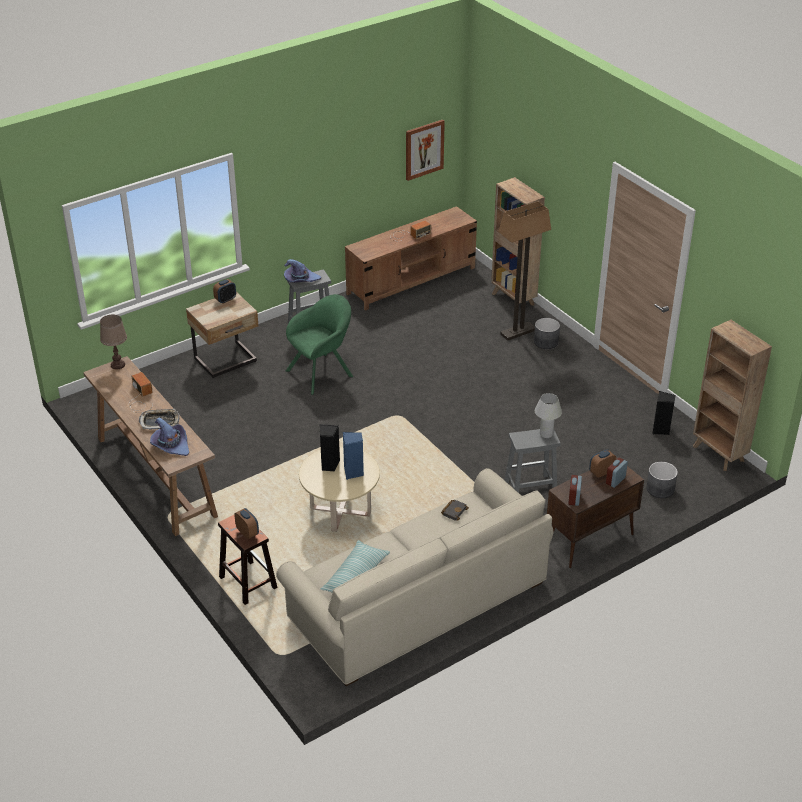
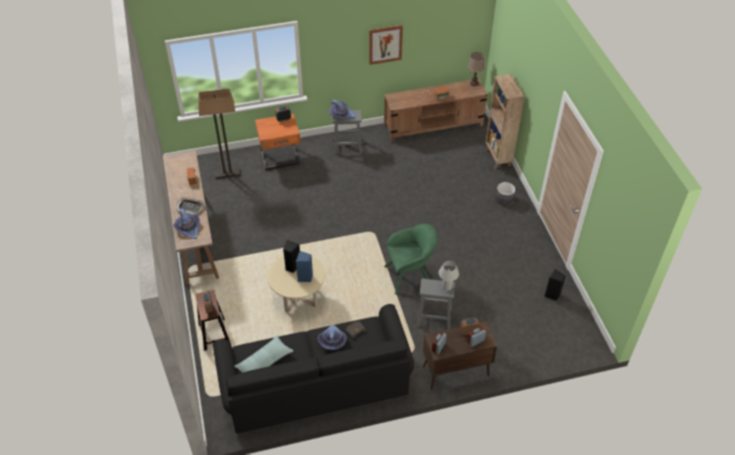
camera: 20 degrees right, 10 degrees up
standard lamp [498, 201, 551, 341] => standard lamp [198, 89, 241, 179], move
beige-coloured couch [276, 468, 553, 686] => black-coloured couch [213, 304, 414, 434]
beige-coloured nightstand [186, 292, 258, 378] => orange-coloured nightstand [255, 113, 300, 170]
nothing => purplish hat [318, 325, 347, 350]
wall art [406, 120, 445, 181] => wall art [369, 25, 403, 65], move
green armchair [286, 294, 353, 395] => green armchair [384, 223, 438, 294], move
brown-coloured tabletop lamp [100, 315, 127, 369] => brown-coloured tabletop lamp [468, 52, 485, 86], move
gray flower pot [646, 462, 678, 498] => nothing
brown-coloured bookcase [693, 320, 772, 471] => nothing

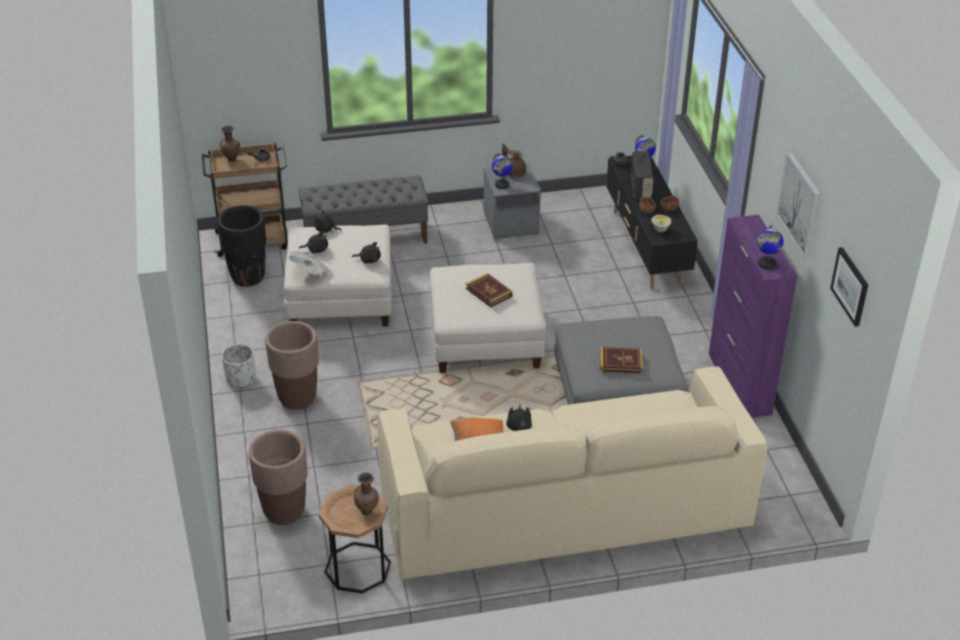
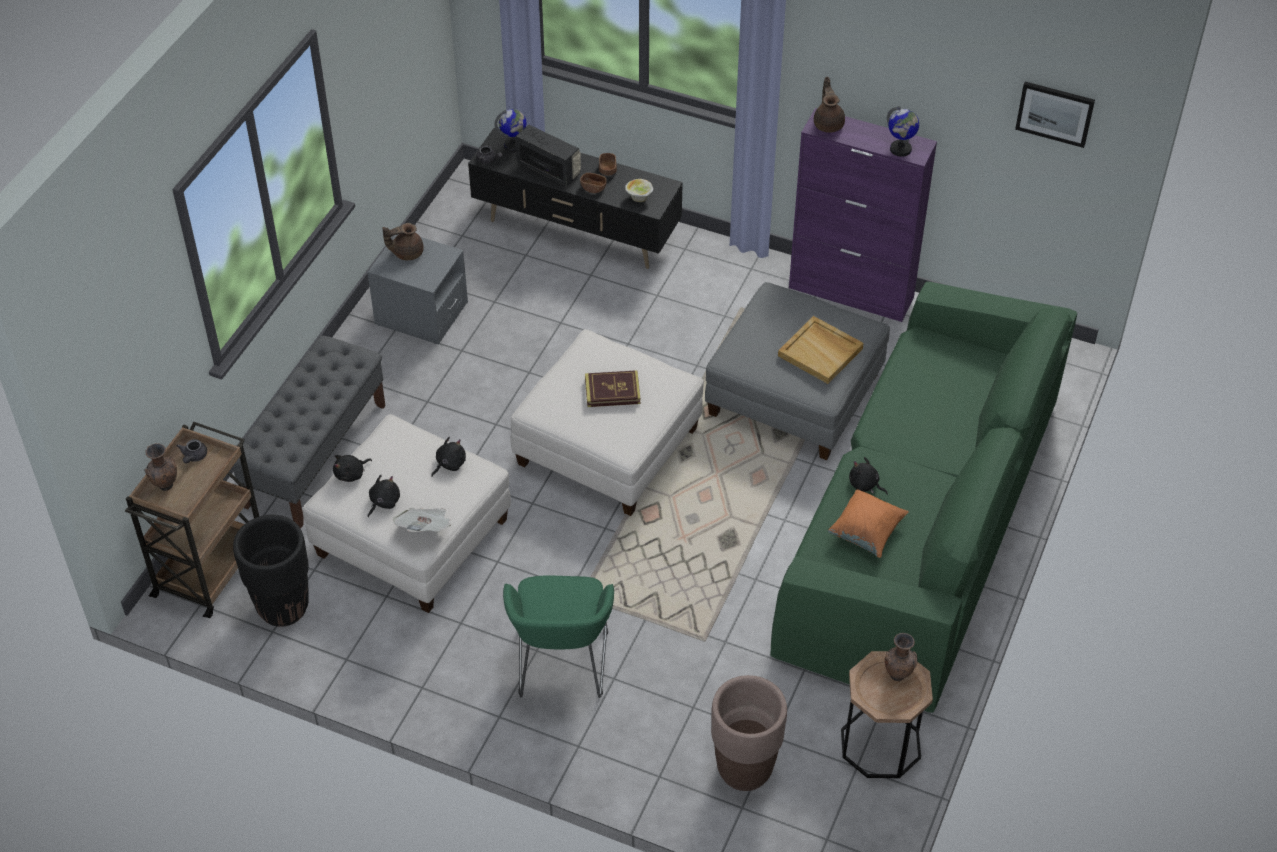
camera: 55 degrees left, 10 degrees up
brown-coloured flower pot [265, 321, 319, 410] => green armchair [503, 576, 614, 698]
beige-coloured couch [377, 366, 767, 579] => green couch [770, 282, 1077, 713]
book [600, 347, 643, 374] => beige-coloured serving tray [778, 316, 864, 384]
nothing => brown-coloured pot for tea [814, 77, 845, 133]
white flower pot [221, 344, 255, 388] => nothing
globe [492, 153, 513, 189] => nothing
wall art [776, 153, 820, 258] => nothing

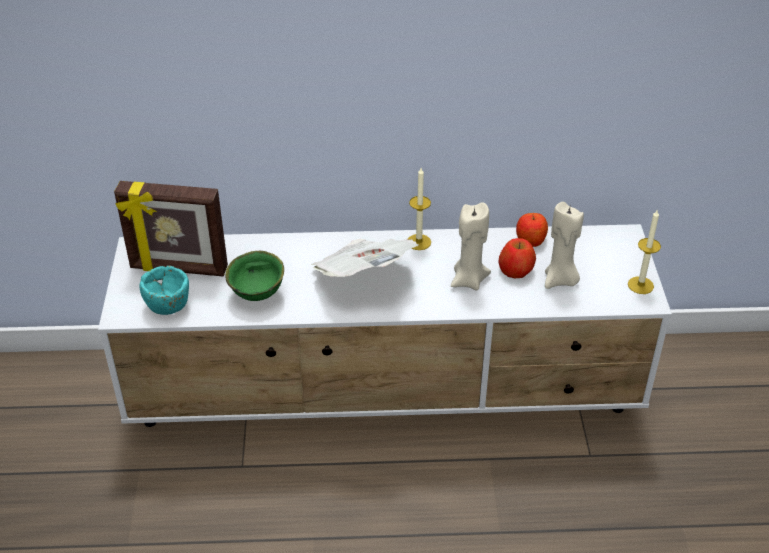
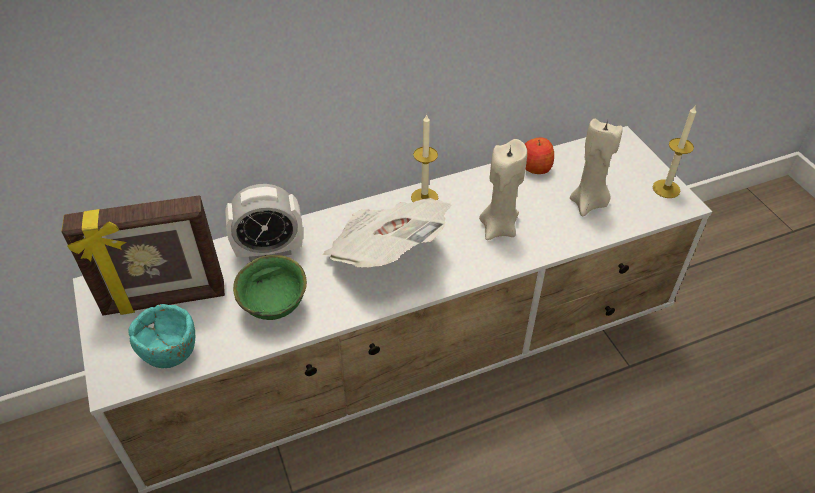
camera: 20 degrees left, 5 degrees up
nothing => alarm clock [225, 184, 303, 261]
apple fruit [499, 238, 536, 278] => nothing

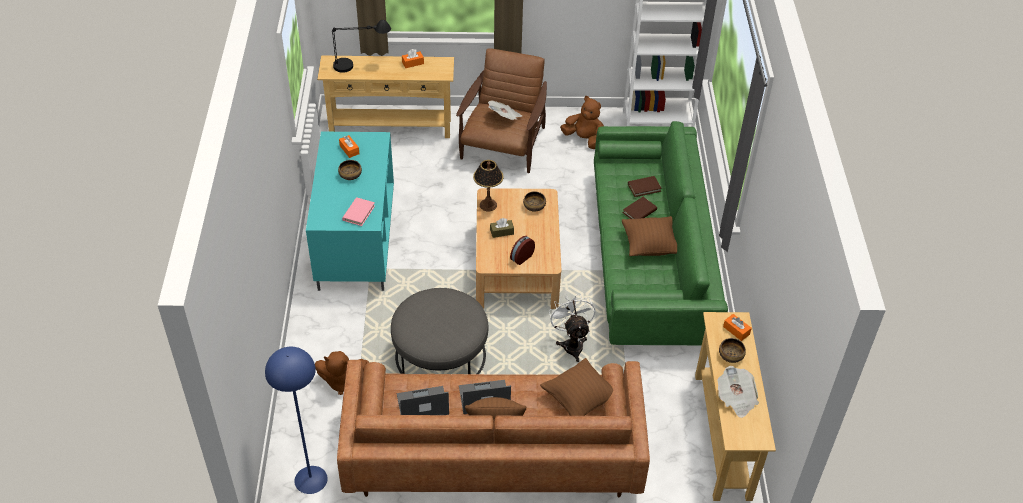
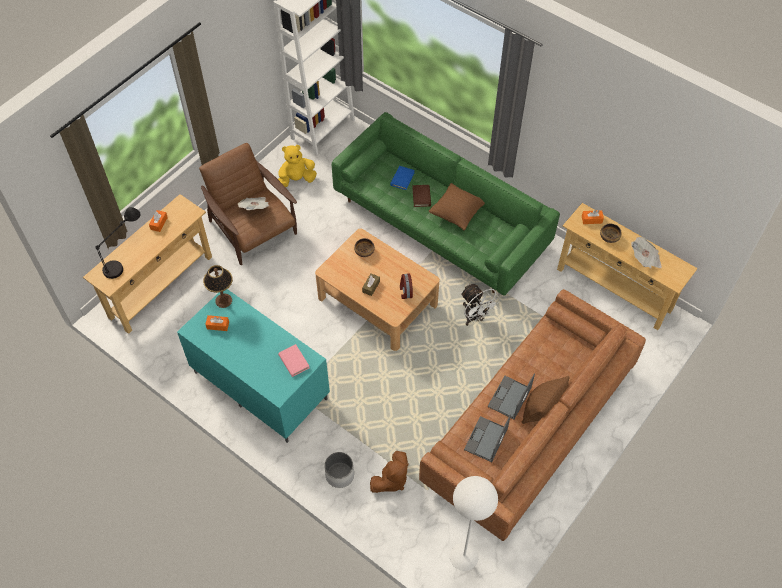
camera: 50 degrees left, 10 degrees up
tabletop lamp [473, 160, 504, 211] => tabletop lamp [203, 265, 233, 308], move
brown-coloured soft toy [560, 96, 604, 149] => yellowish soft toy [278, 145, 317, 187]
nothing => white flower pot [324, 452, 354, 488]
brown-coloured book [628, 176, 662, 197] => blue book [390, 166, 415, 190]
blue standard lamp [265, 347, 328, 494] => white standard lamp [450, 476, 498, 571]
white fan [549, 293, 595, 362] => white fan [461, 284, 501, 326], 150 degrees counterclockwise
deep dish [338, 160, 362, 180] => nothing
gray footrest [391, 288, 489, 374] => nothing
brown-coloured throw pillow [540, 358, 613, 416] => nothing

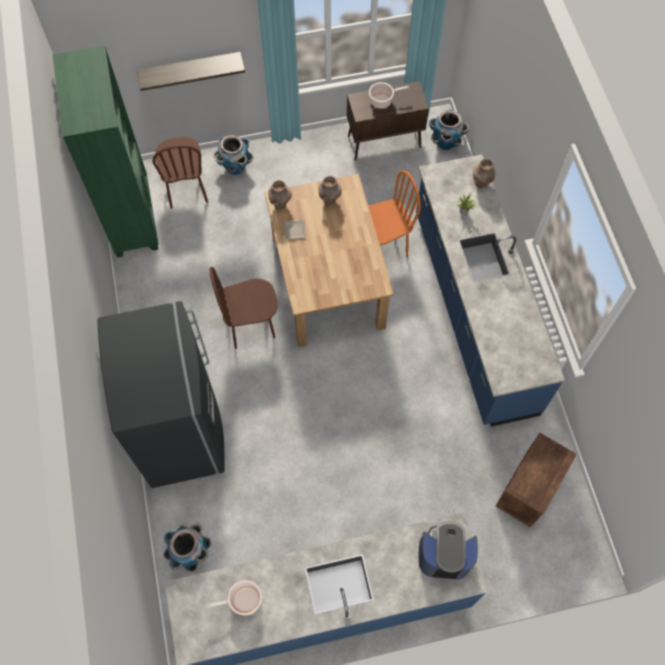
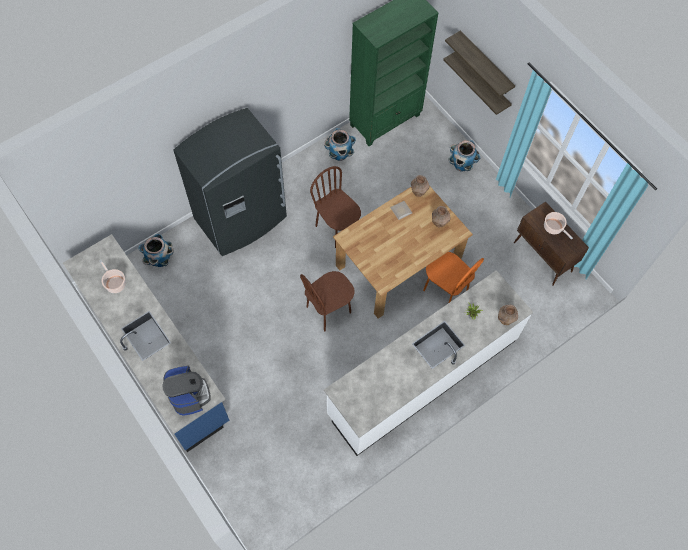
camera: 65 degrees right, 0 degrees up
brown-coloured chair [152, 137, 208, 209] => brown-coloured chair [300, 271, 355, 331], move
flower pot [429, 109, 469, 150] => flower pot [324, 128, 356, 161], move
blue kitchen counter [416, 154, 565, 427] => white kitchen counter [324, 270, 533, 456]
nothing => shelf [445, 30, 515, 97]
crate [496, 432, 577, 528] => nothing

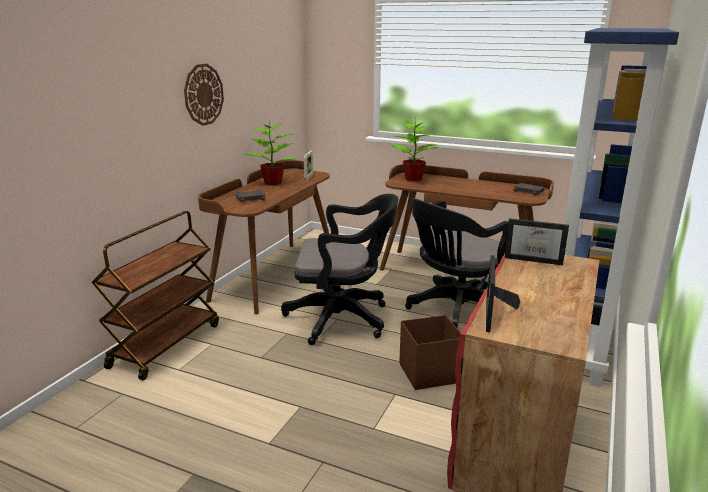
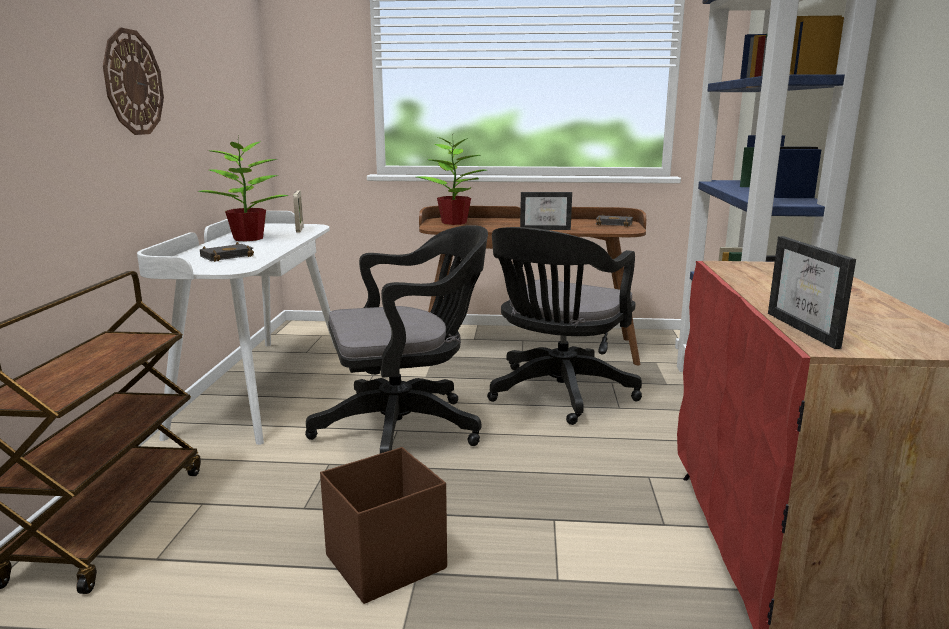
camera: 20 degrees left, 5 degrees down
brown-coloured desk [198, 160, 330, 314] => white desk [137, 211, 335, 445]
brown-coloured storage container [399, 315, 461, 390] => brown-coloured storage container [320, 447, 447, 604], move
standing frame [505, 218, 569, 265] => standing frame [520, 192, 572, 230], move

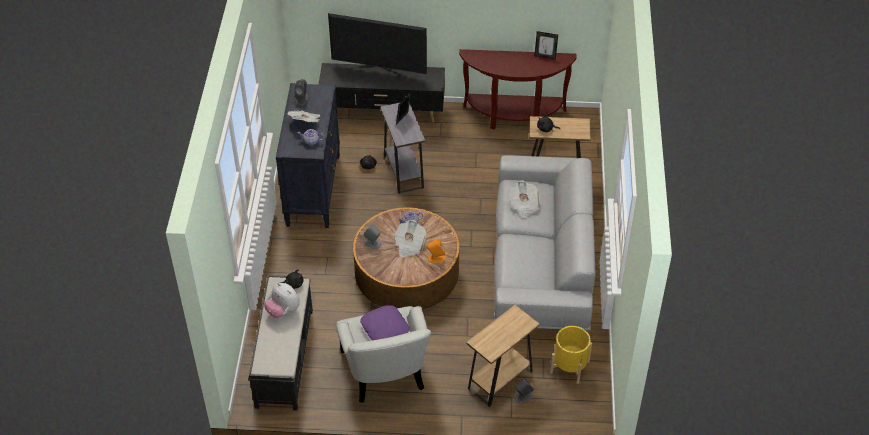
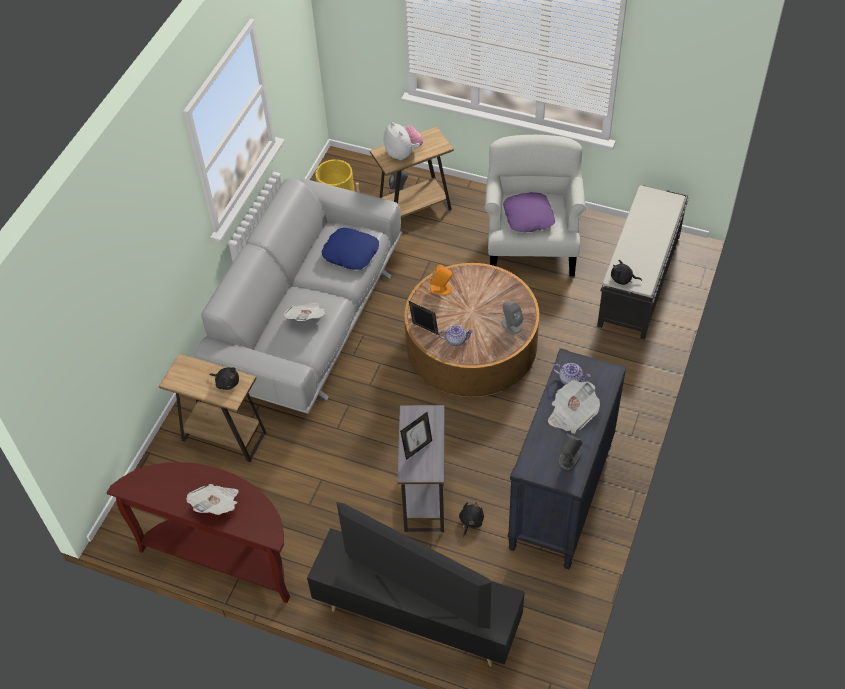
camera: 160 degrees left, 5 degrees up
newspaper [394, 220, 427, 257] => newspaper [186, 484, 239, 515], move
nothing => blue throw pillow [321, 228, 379, 270]
soft toy [264, 283, 300, 318] => soft toy [384, 122, 423, 160], move
standing frame [534, 31, 558, 59] => standing frame [409, 301, 439, 335], move

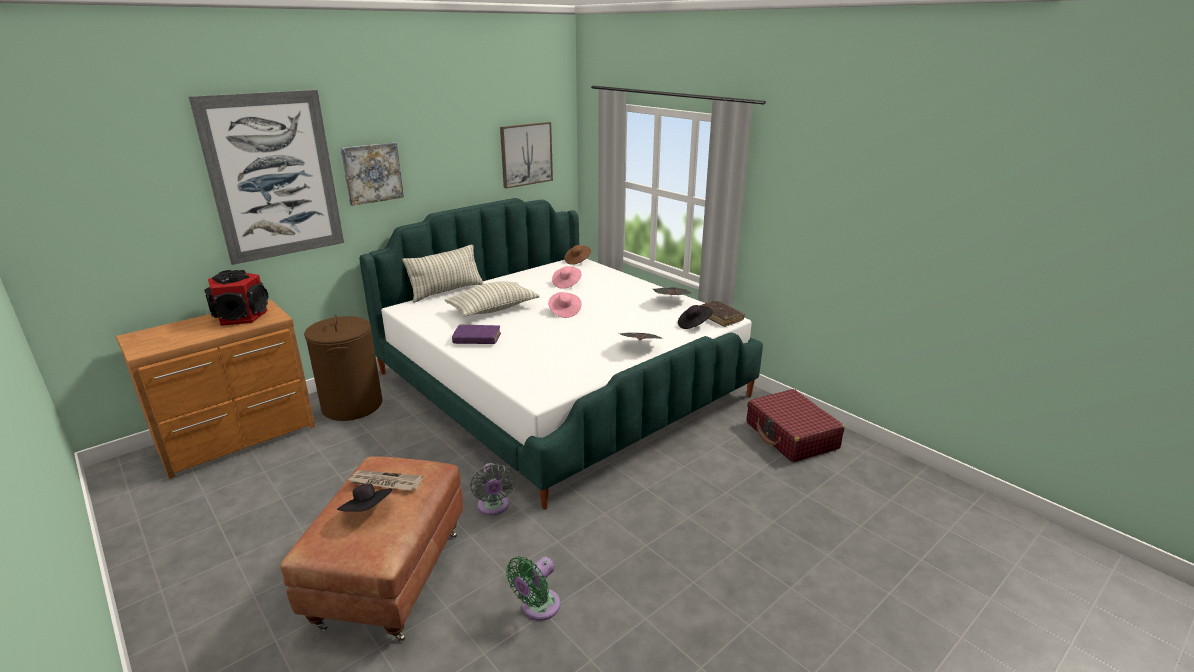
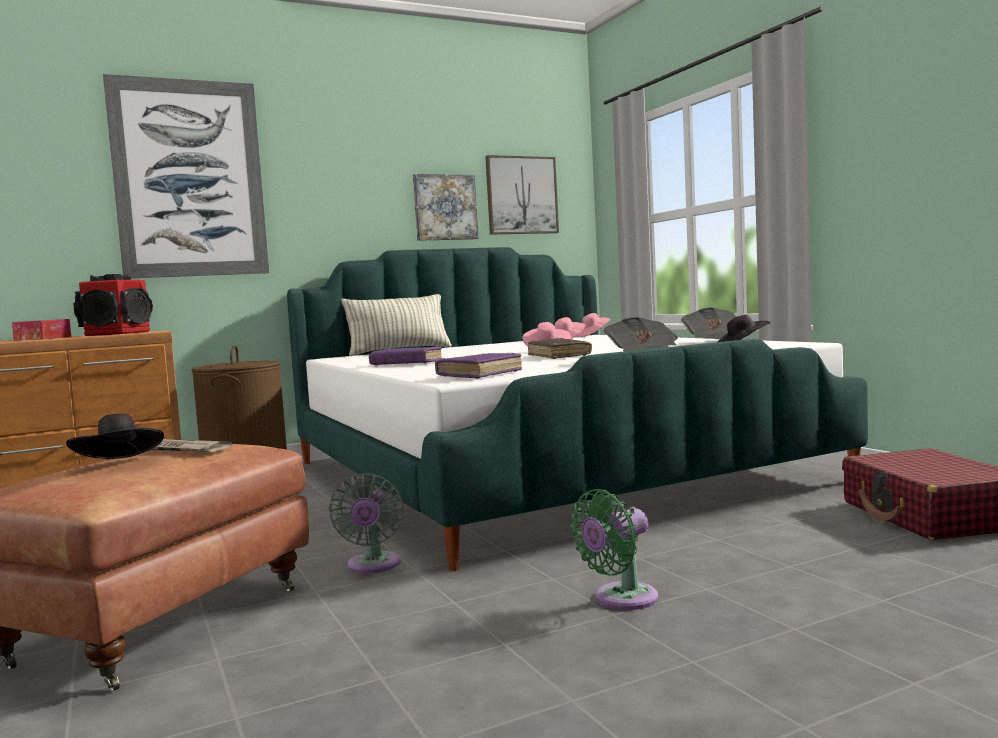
camera: 15 degrees right, 20 degrees down
nothing => tissue holder [12, 319, 71, 340]
wall art [340, 142, 404, 206] => wall art [413, 174, 478, 241], move
nothing => purplish book [435, 353, 522, 379]
brown-coloured book [699, 301, 745, 327] => brown-coloured book [528, 338, 592, 359], move
green fan [506, 556, 560, 621] => green fan [570, 489, 658, 610], move
brown-coloured hat [565, 245, 591, 265] => pink-coloured hat [576, 313, 610, 337]
throw pillow [445, 282, 540, 317] => nothing

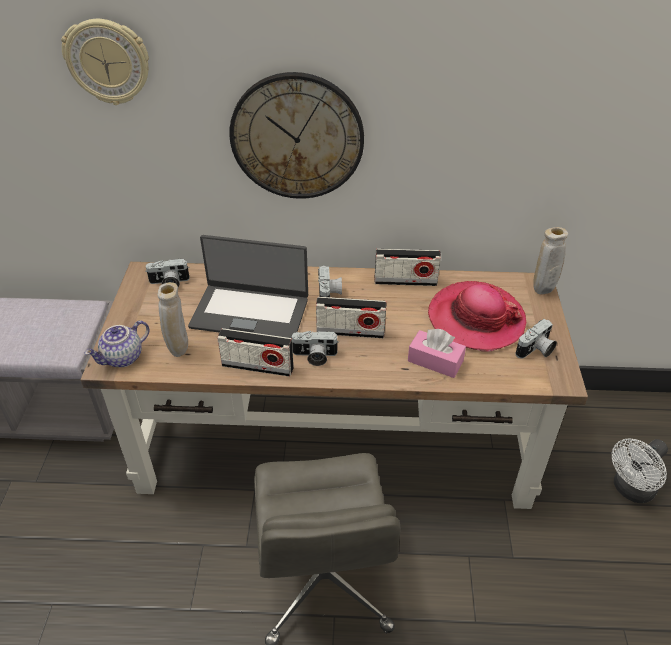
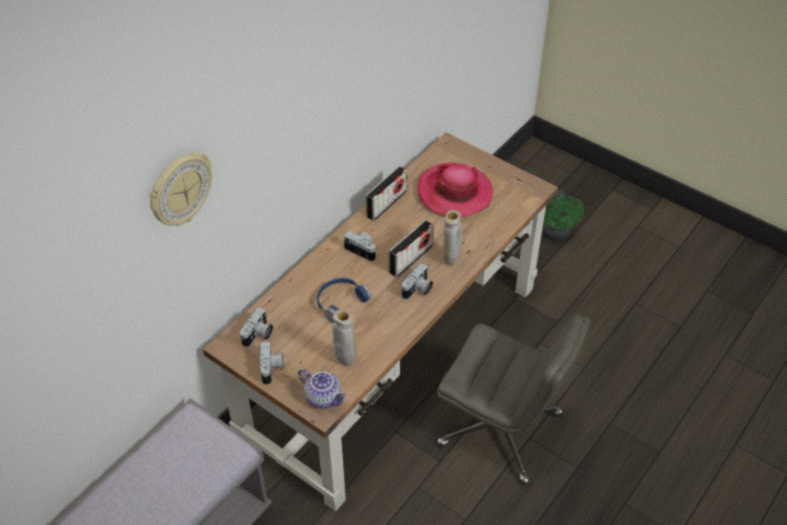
camera: 55 degrees left, 5 degrees up
photo camera [515, 319, 557, 359] => photo camera [259, 341, 284, 385], move
pot for tea [85, 321, 149, 367] => pot for tea [298, 369, 347, 409], 45 degrees counterclockwise
portable computer [188, 235, 308, 338] => blue headphones [317, 278, 372, 323]
beige-coloured decorative vase [533, 227, 568, 294] => beige-coloured decorative vase [442, 210, 462, 265], move
white fan [612, 438, 668, 503] => green fan [542, 189, 585, 240]
radio receiver [217, 328, 294, 377] => nothing
clock on the wall [229, 72, 364, 199] => nothing
pink-coloured tissue holder [408, 329, 466, 378] => nothing

